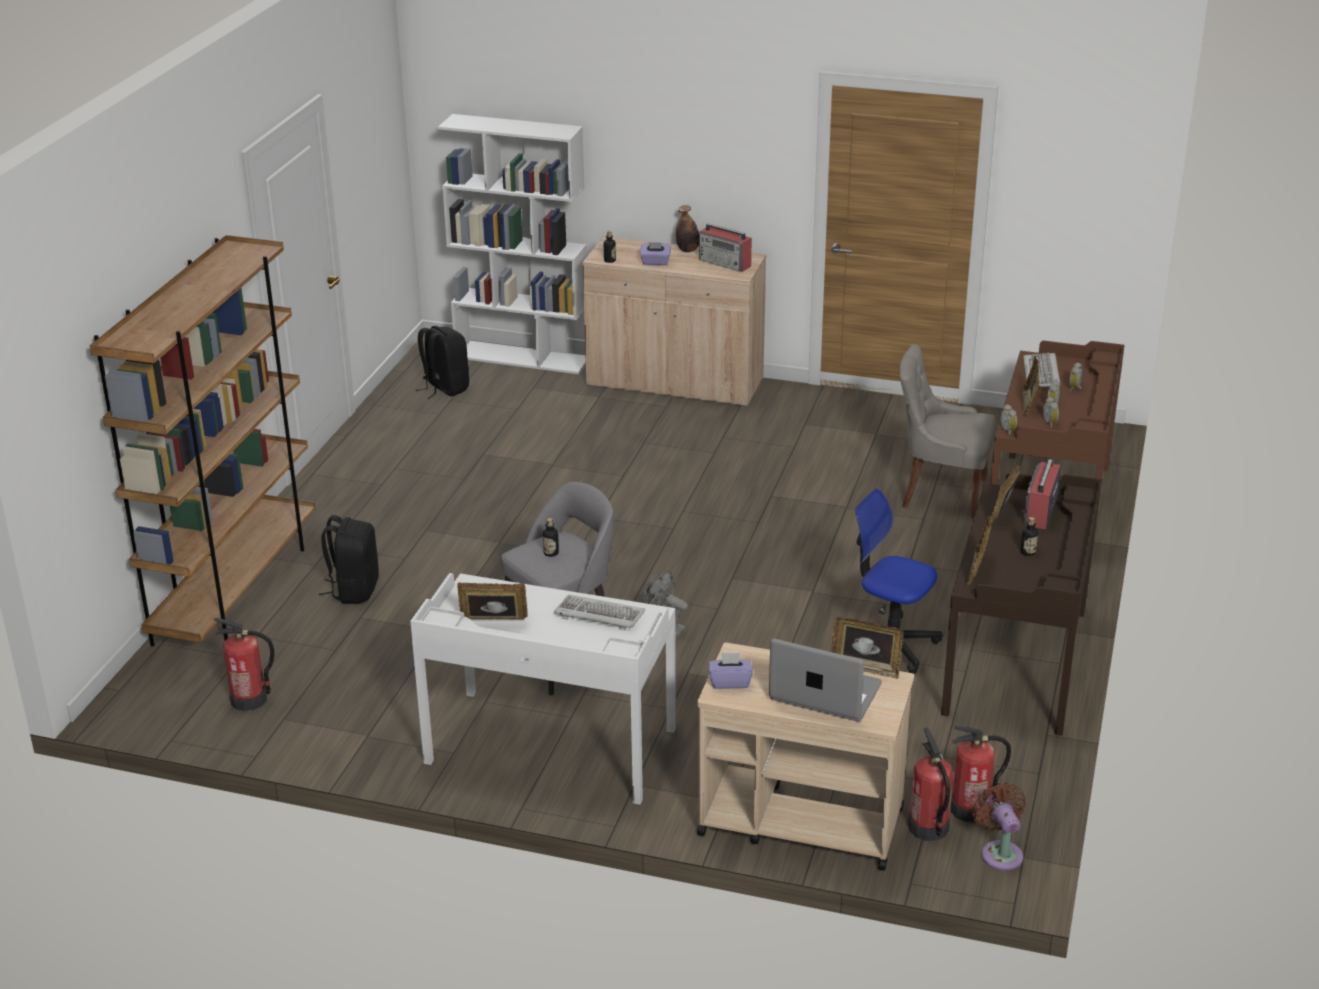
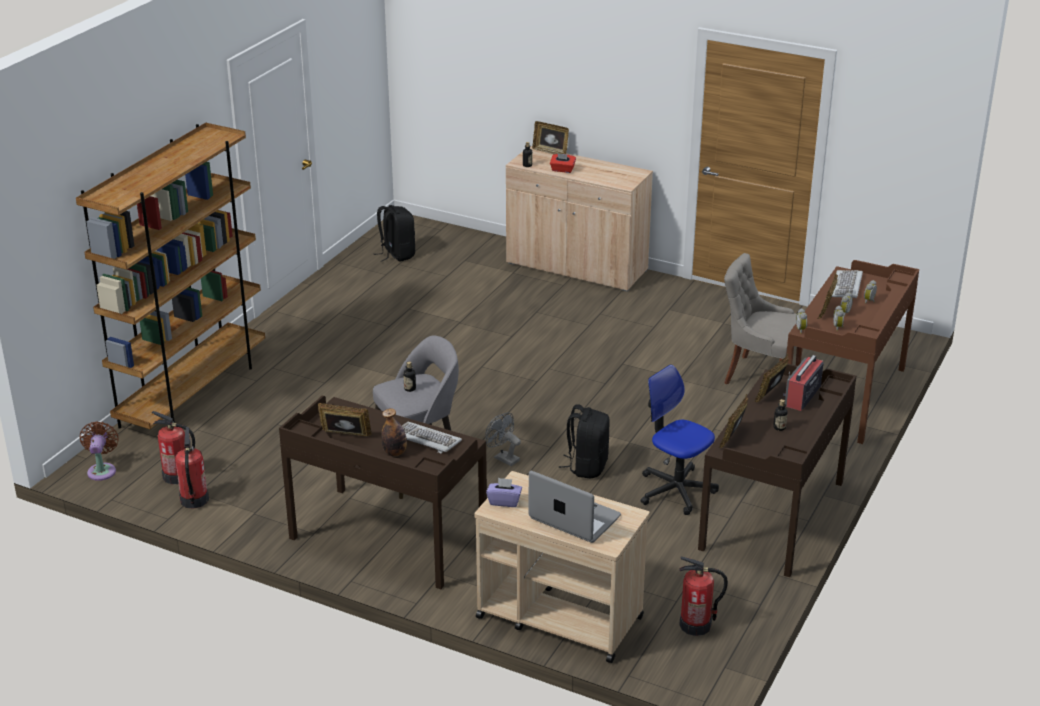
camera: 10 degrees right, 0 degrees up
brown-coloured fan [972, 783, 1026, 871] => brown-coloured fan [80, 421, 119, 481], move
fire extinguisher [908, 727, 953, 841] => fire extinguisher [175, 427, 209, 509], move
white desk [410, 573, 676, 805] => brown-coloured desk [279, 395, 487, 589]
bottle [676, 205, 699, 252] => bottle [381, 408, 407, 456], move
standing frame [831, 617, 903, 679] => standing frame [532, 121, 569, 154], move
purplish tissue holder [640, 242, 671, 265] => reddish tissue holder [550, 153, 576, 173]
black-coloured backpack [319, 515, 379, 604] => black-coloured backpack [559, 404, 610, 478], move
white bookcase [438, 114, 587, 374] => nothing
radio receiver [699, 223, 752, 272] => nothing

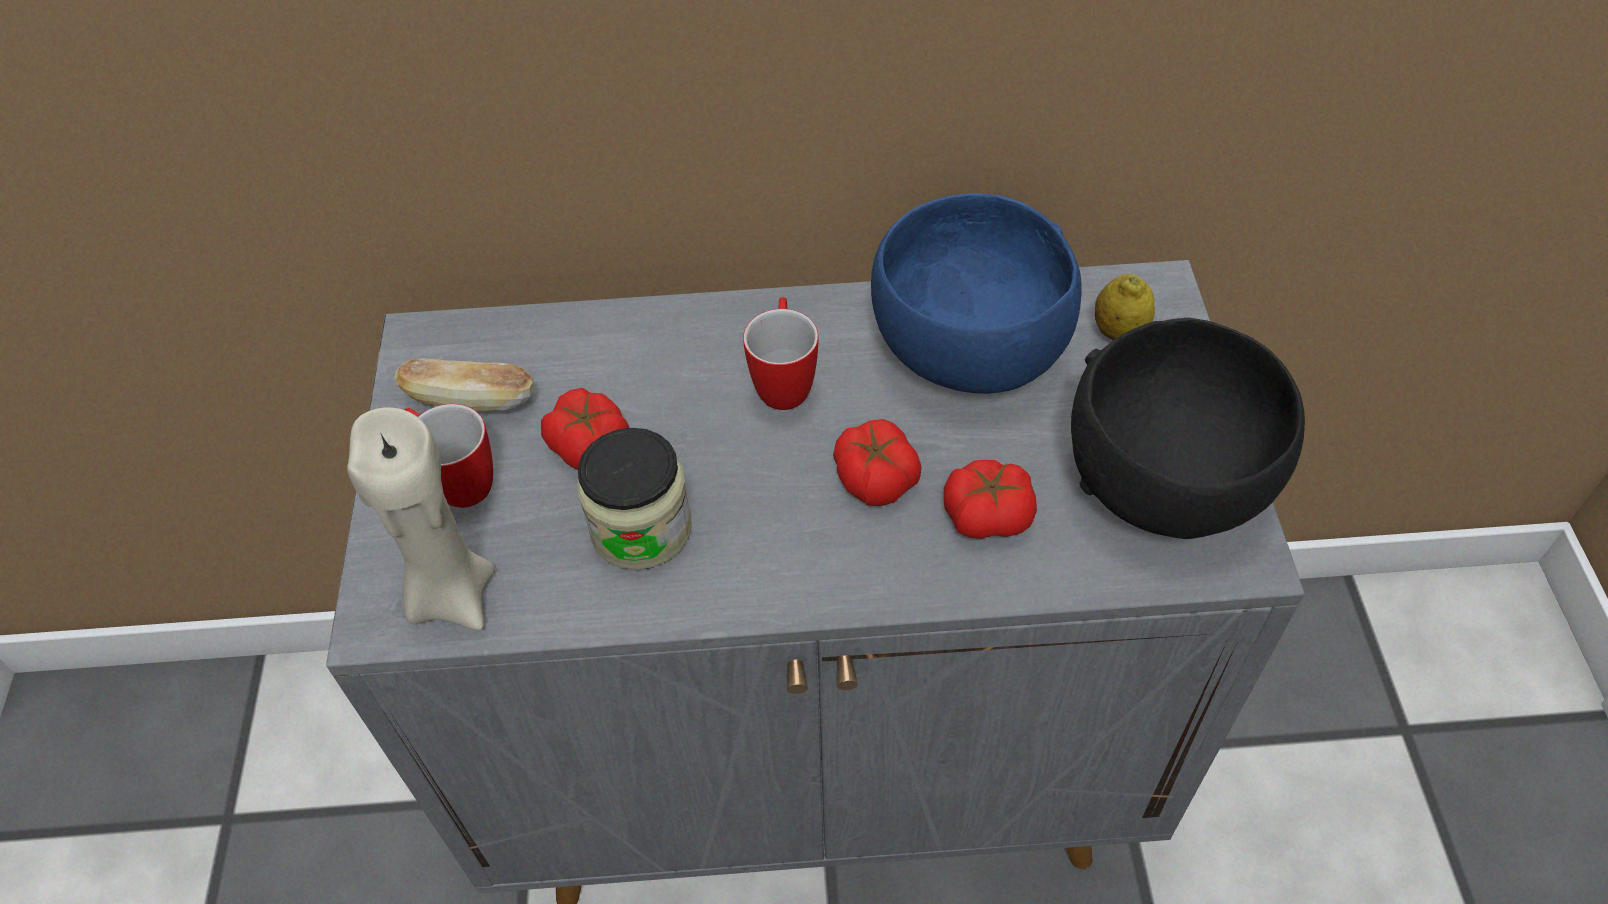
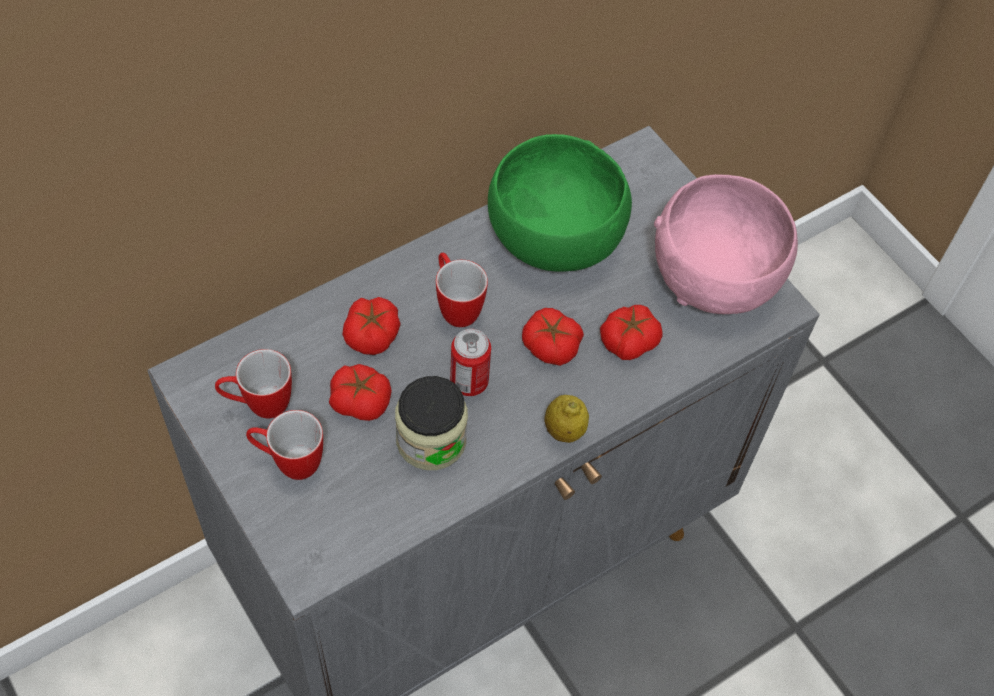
camera: 35 degrees left, 5 degrees up
baked bread [395, 358, 534, 412] => mug [215, 349, 292, 418]
nothing => fresh tomato [342, 297, 401, 355]
nothing => sealed can [450, 329, 491, 396]
blue deep dish [871, 193, 1081, 394] => green deep dish [488, 134, 632, 272]
whole lemon [1095, 274, 1155, 341] => whole lemon [544, 395, 589, 443], move
black-coloured deep dish [1071, 318, 1305, 539] => pink-coloured deep dish [654, 174, 798, 314]
beige-coloured candle [347, 407, 495, 630] => nothing

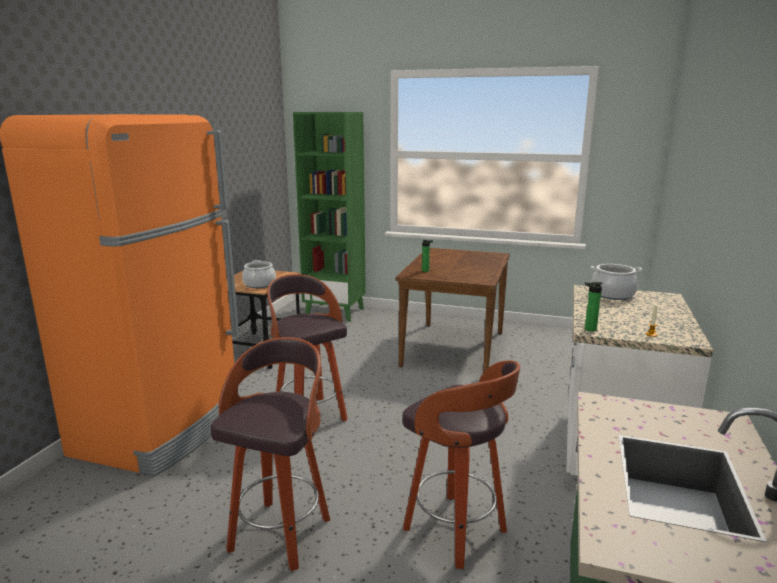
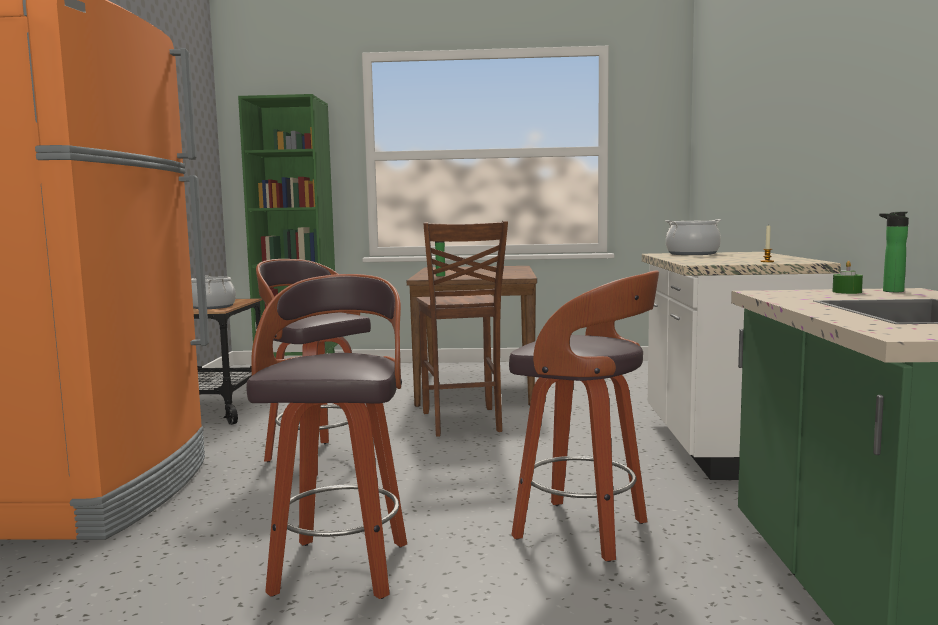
camera: 15 degrees left, 10 degrees down
nothing => brown-coloured chair [417, 221, 508, 436]
nothing => green candle [832, 261, 863, 294]
bottle [585, 282, 603, 332] => bottle [879, 212, 909, 292], move

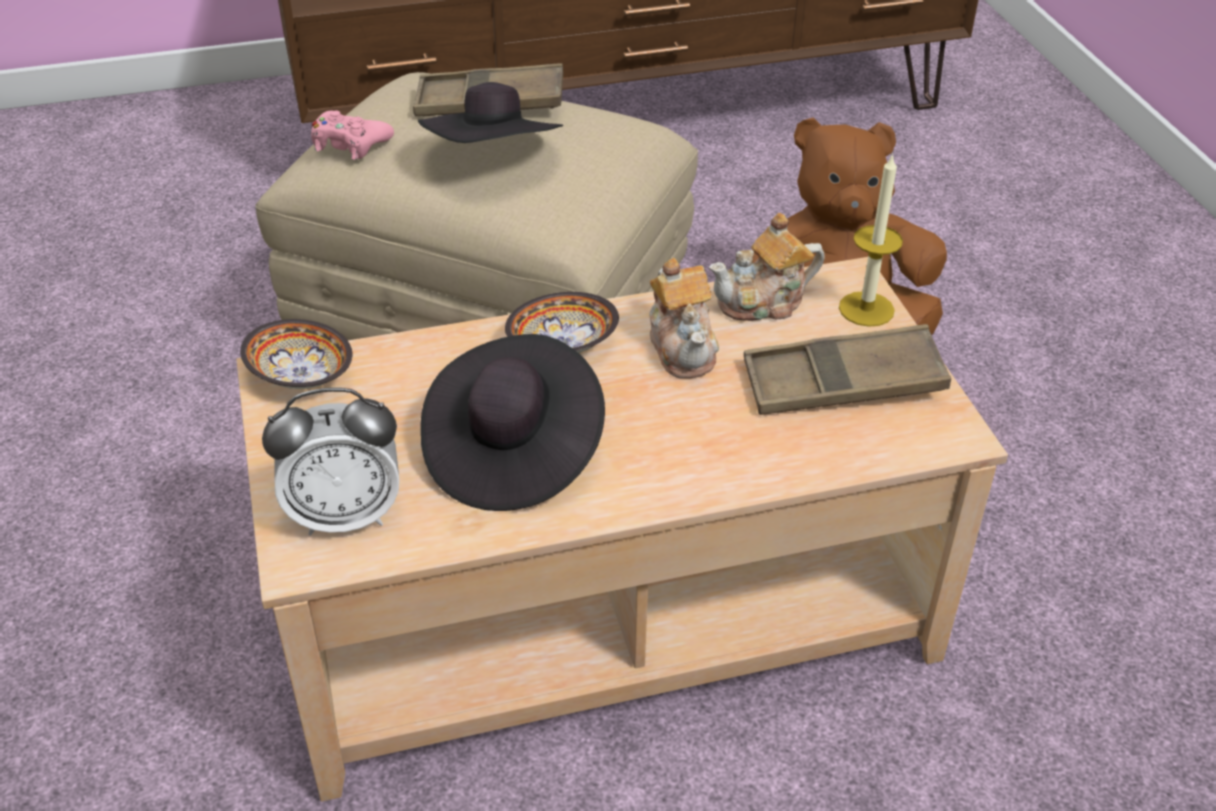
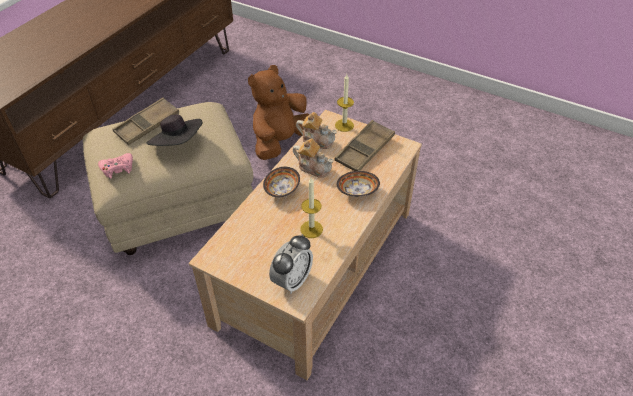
camera: 45 degrees left, 5 degrees up
pot for tea [709, 213, 825, 321] => pot for tea [296, 112, 337, 149], 90 degrees counterclockwise
black-coloured hat [421, 334, 605, 511] => candle [300, 178, 323, 238]
deep dish [240, 319, 353, 389] => deep dish [337, 171, 380, 197], move

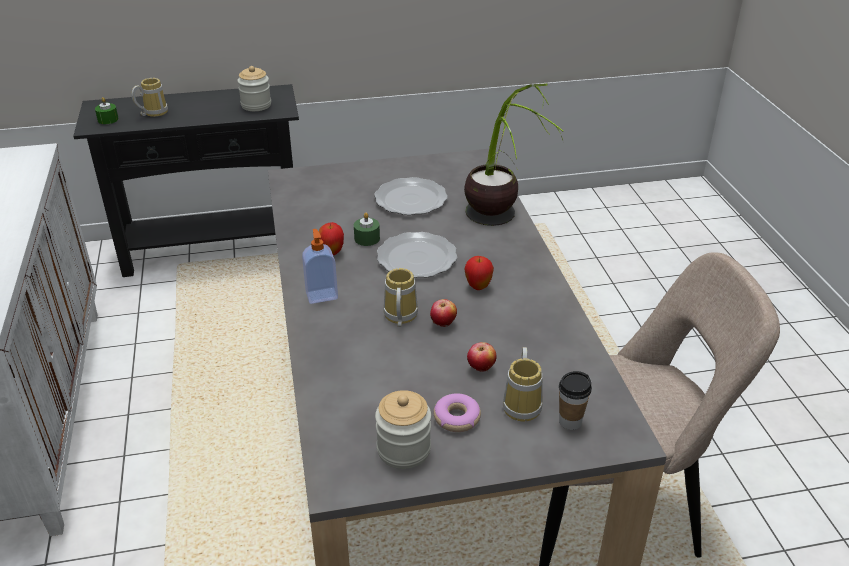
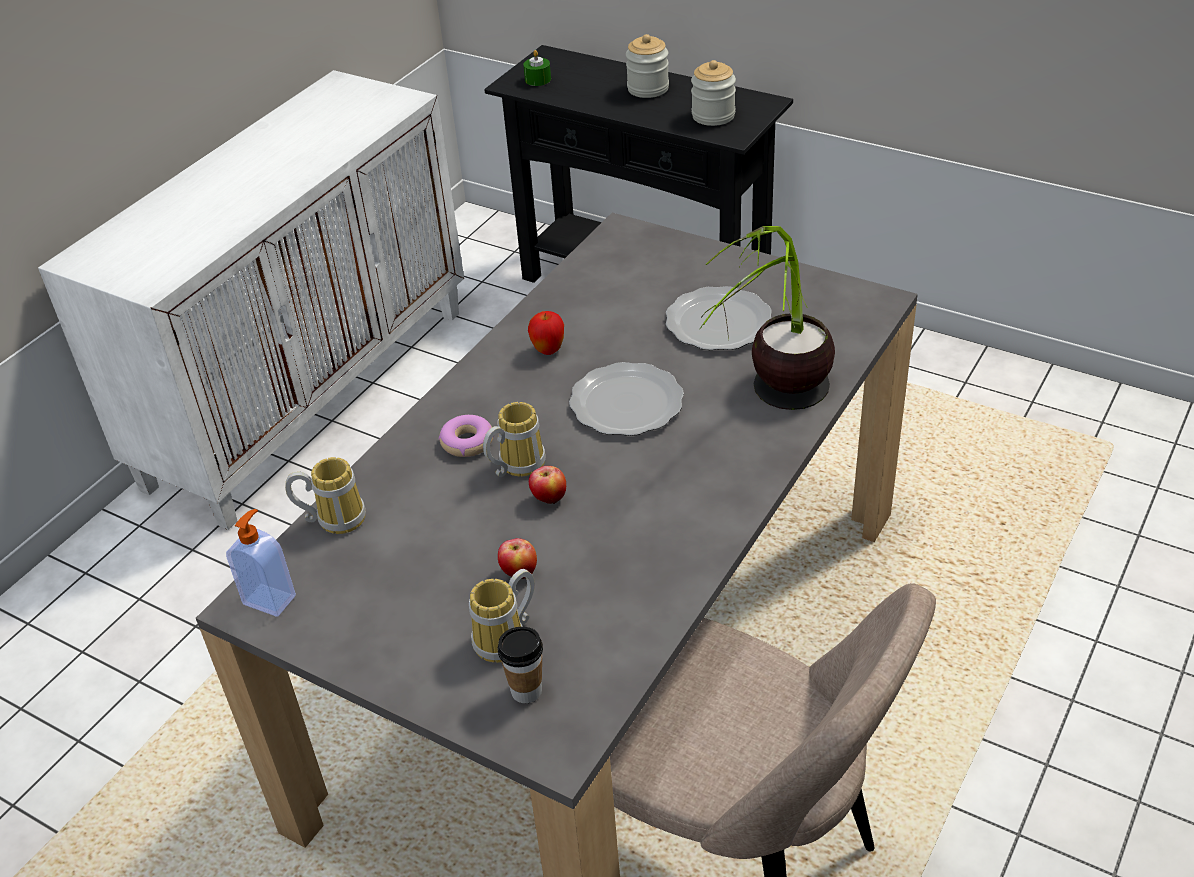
camera: 45 degrees right, 5 degrees up
liquid soap bottle [302, 229, 338, 304] => liquid soap bottle [226, 509, 296, 616], move
mug [131, 78, 168, 117] => mug [285, 457, 366, 534], move
donut [433, 393, 481, 432] => donut [439, 415, 494, 457], move
preserve jar [375, 390, 431, 469] => preserve jar [626, 34, 669, 98], move
green candle [354, 212, 380, 246] => nothing
apple fruit [465, 256, 494, 290] => nothing

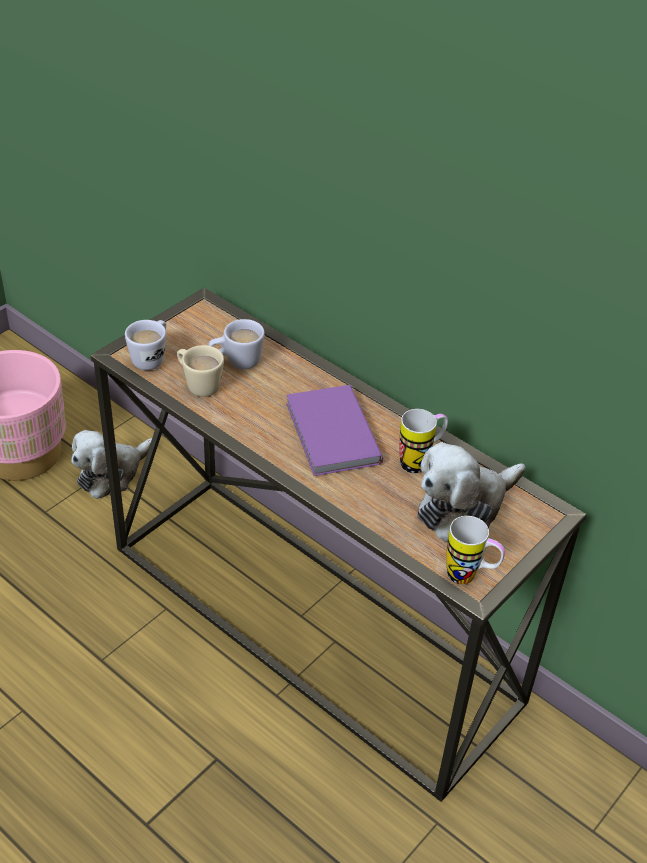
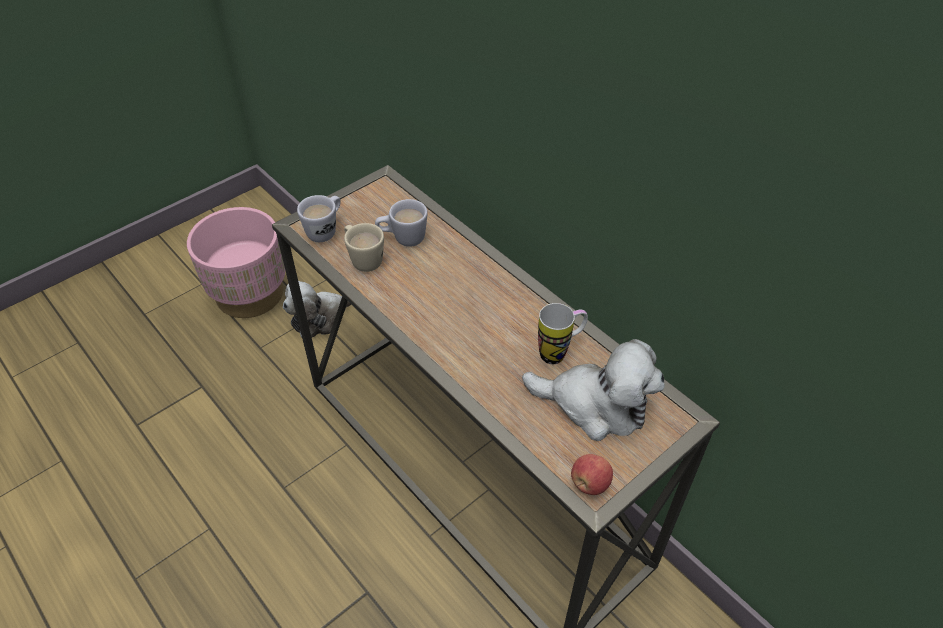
camera: 10 degrees right, 5 degrees up
soft toy [417, 442, 525, 543] => soft toy [522, 339, 665, 441], 135 degrees counterclockwise
mug [446, 516, 505, 585] => apple fruit [571, 454, 613, 495]
purplish book [286, 385, 383, 476] => nothing

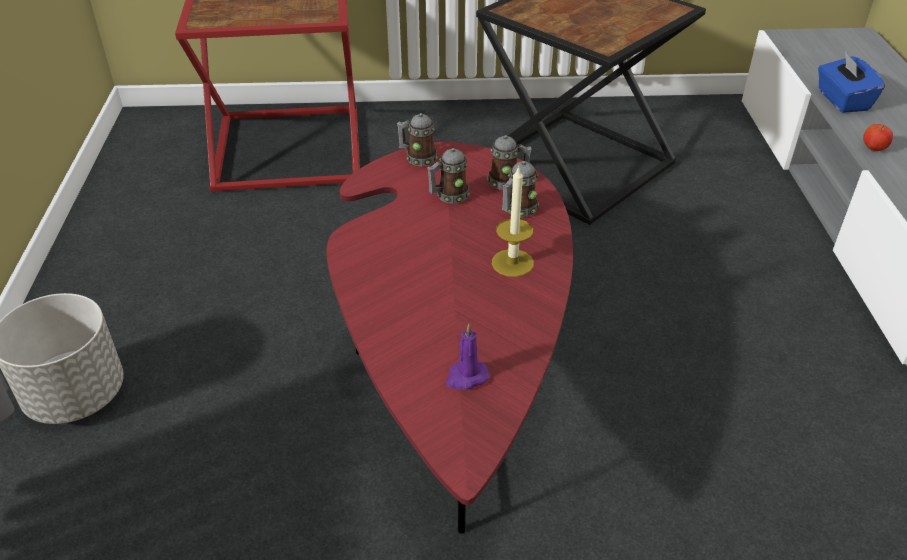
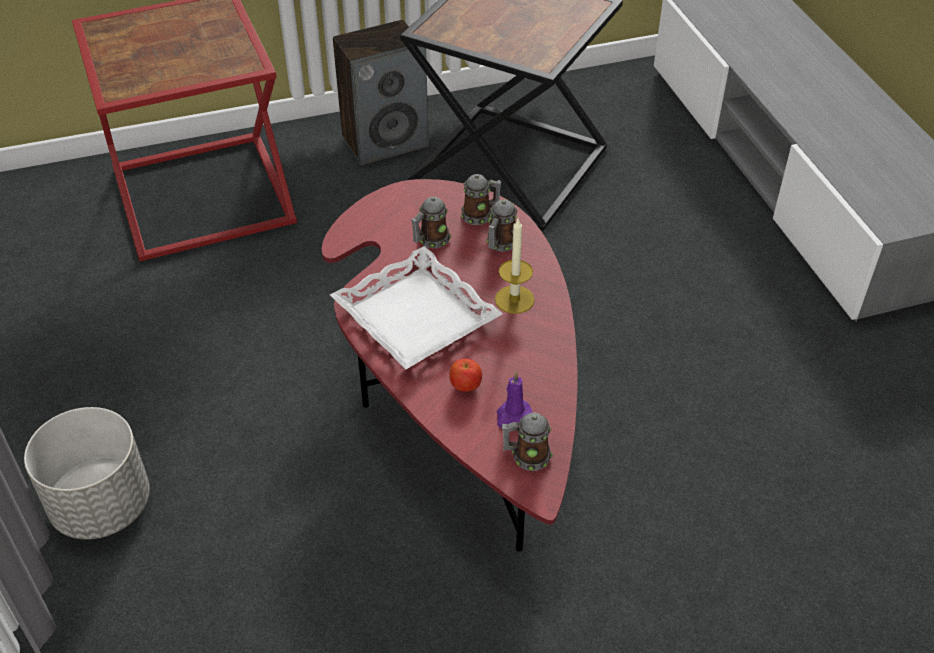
camera: 15 degrees left, 5 degrees up
nothing => white serving tray [330, 246, 503, 370]
nothing => loudspeaker [333, 20, 429, 165]
apple fruit [863, 124, 893, 151] => apple fruit [449, 359, 482, 392], move
mug [397, 113, 438, 166] => mug [502, 413, 553, 471], move
blue tissue holder [818, 52, 885, 113] => nothing

